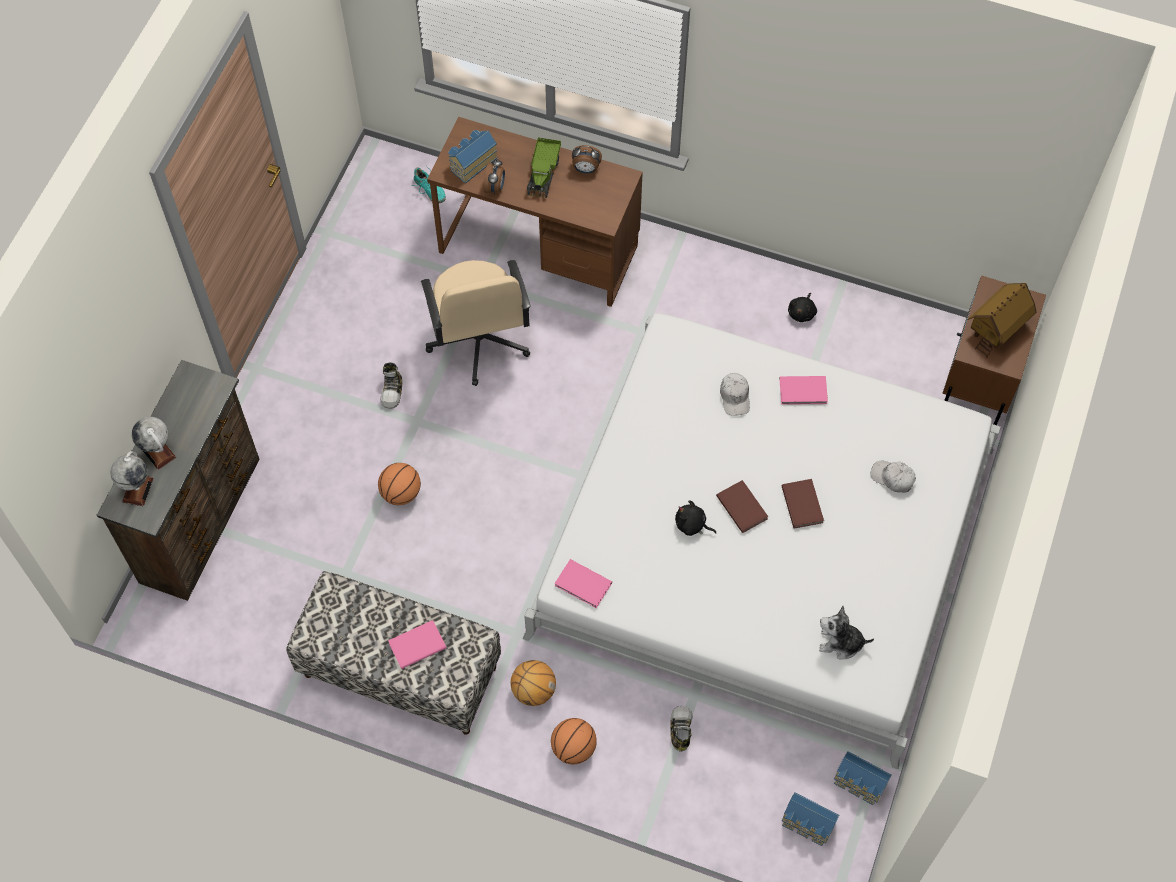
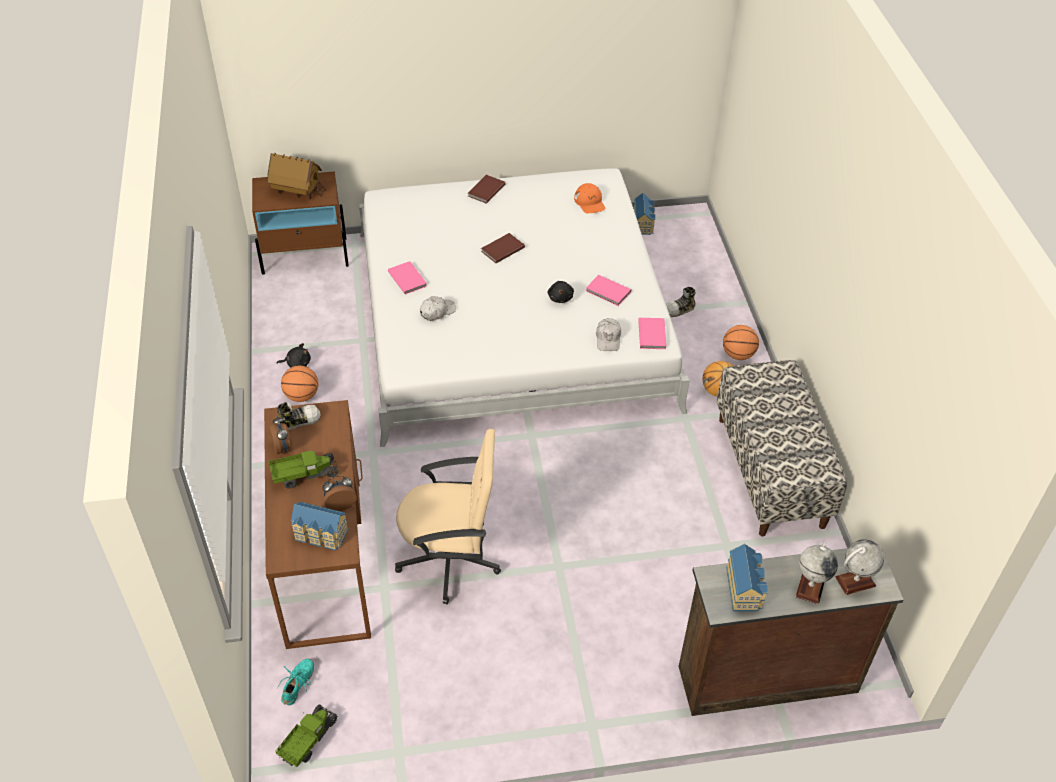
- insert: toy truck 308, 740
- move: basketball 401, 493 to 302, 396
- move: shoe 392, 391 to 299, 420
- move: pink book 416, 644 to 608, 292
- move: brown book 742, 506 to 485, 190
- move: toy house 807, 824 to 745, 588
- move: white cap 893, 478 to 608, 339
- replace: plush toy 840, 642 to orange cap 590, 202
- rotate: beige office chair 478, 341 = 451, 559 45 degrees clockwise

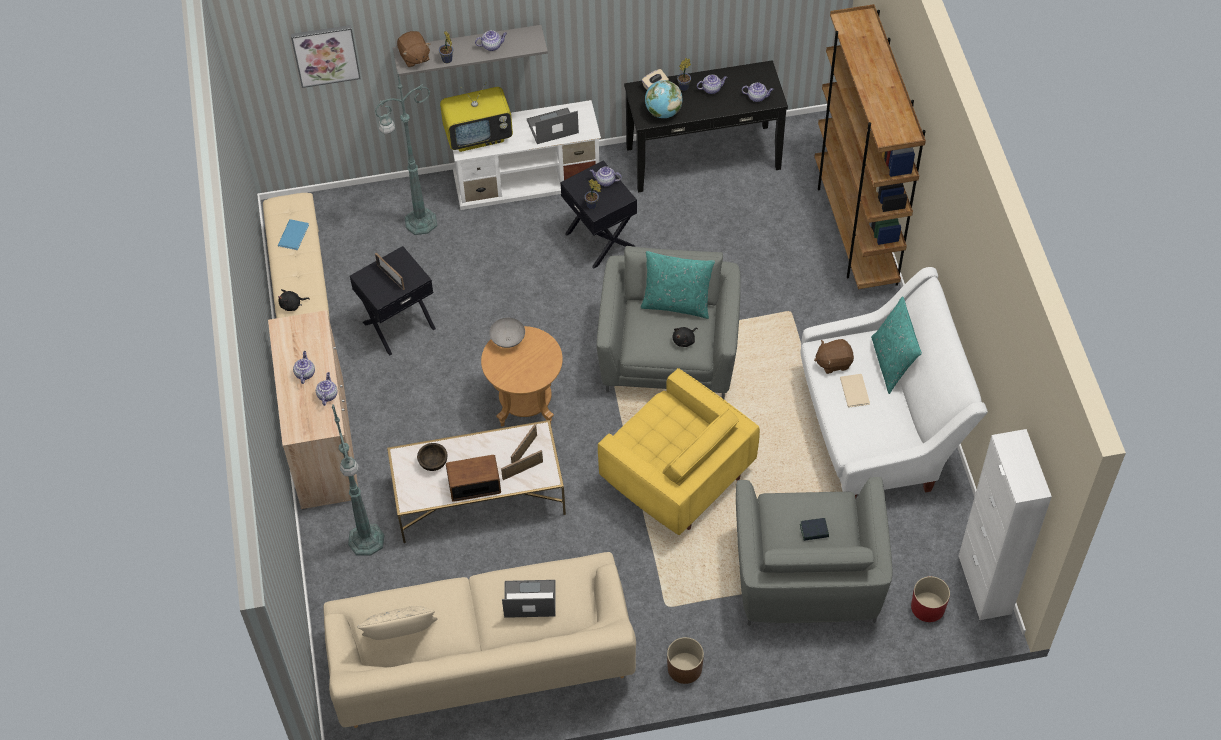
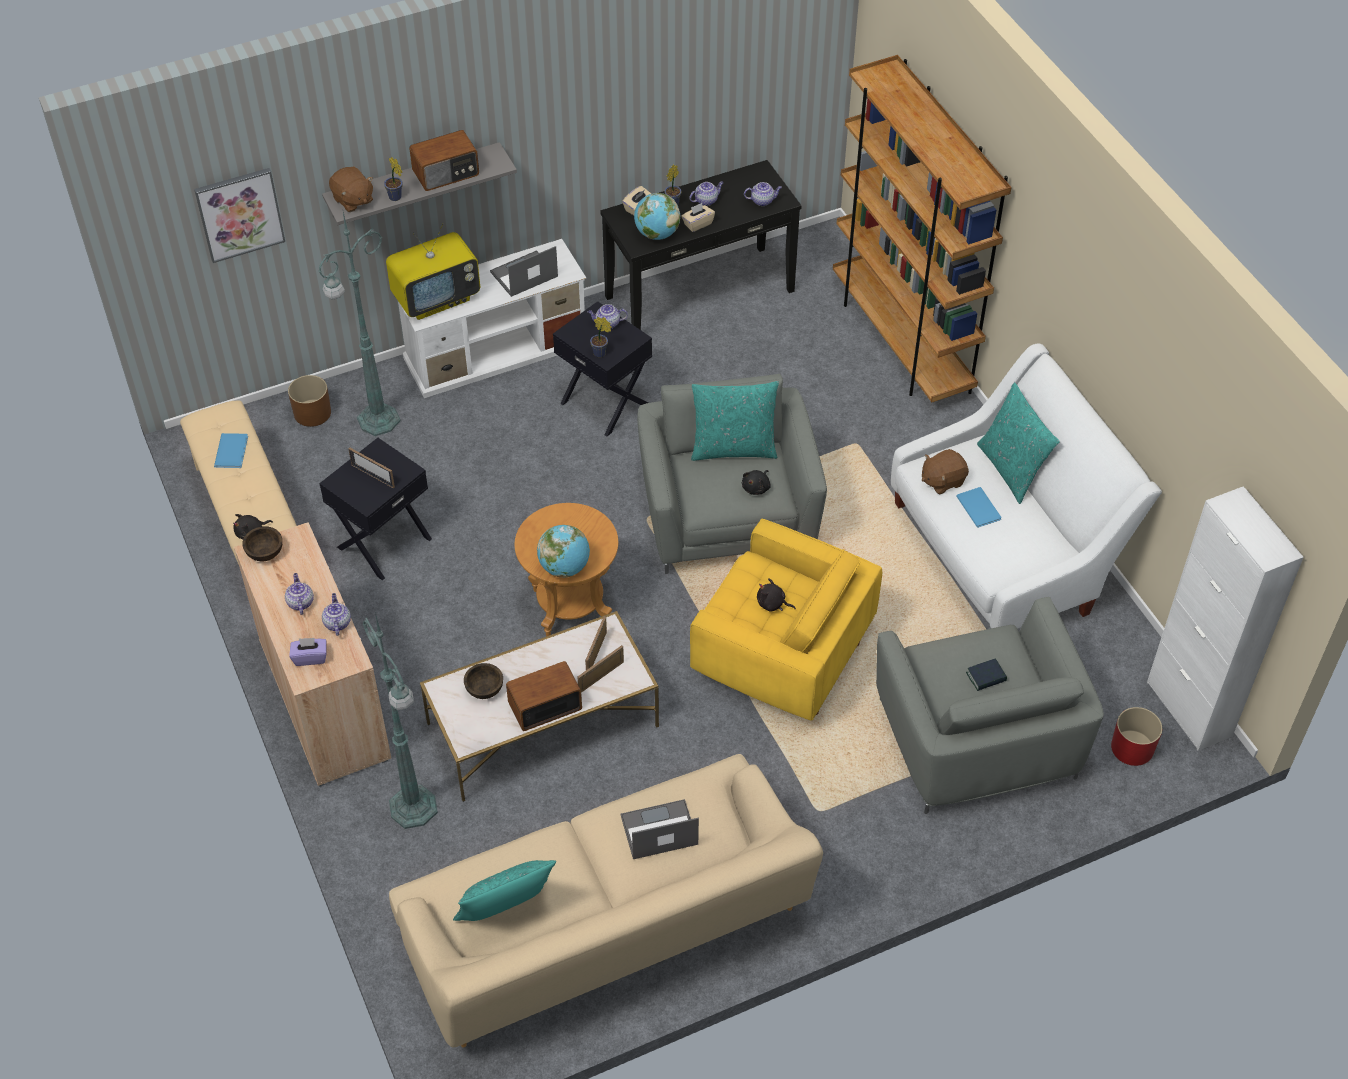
- delete: grey bowl 508, 340
- insert: brown bowl 265, 552
- insert: purple tissue box 310, 657
- insert: globe 564, 567
- insert: beige tissue box 697, 224
- insert: black plush toy 772, 604
- move: brown planter 684, 667 to 312, 413
- replace: teapot 492, 46 to radio 446, 173
- recolor: beige pillow 401, 639 to turquoise pillow 507, 914
- recolor: beige book 855, 390 to blue book 979, 507

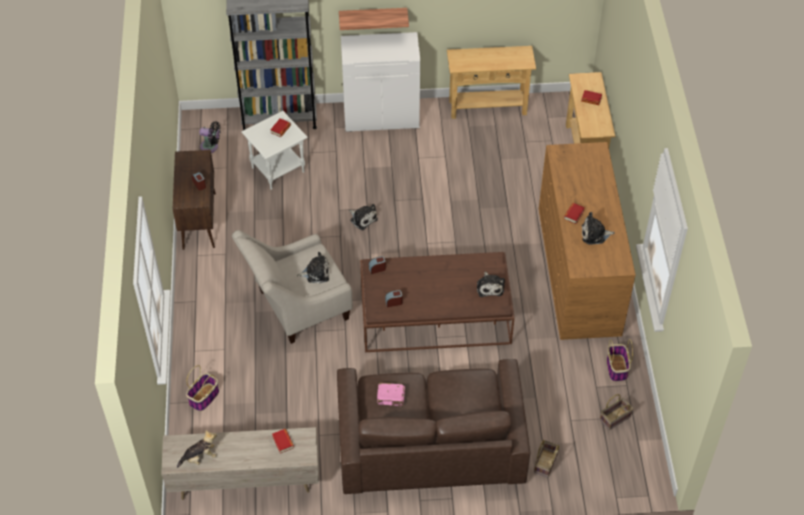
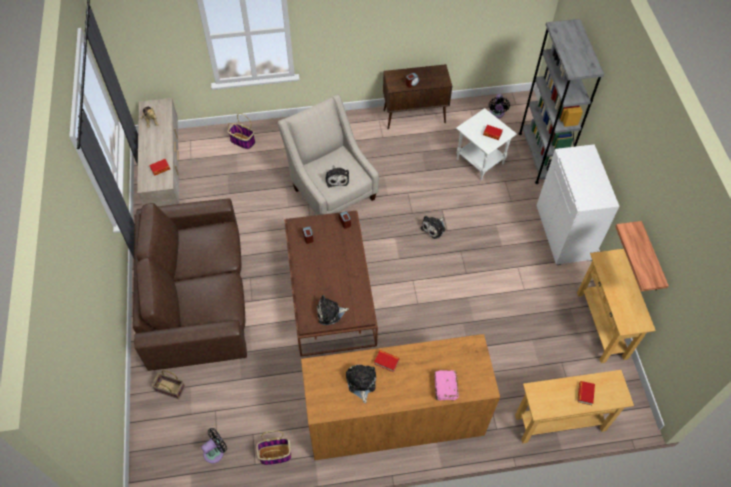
- move: shelf 373, 17 to 650, 259
- move: pink book 391, 397 to 445, 388
- replace: basket 614, 419 to black fan 215, 451

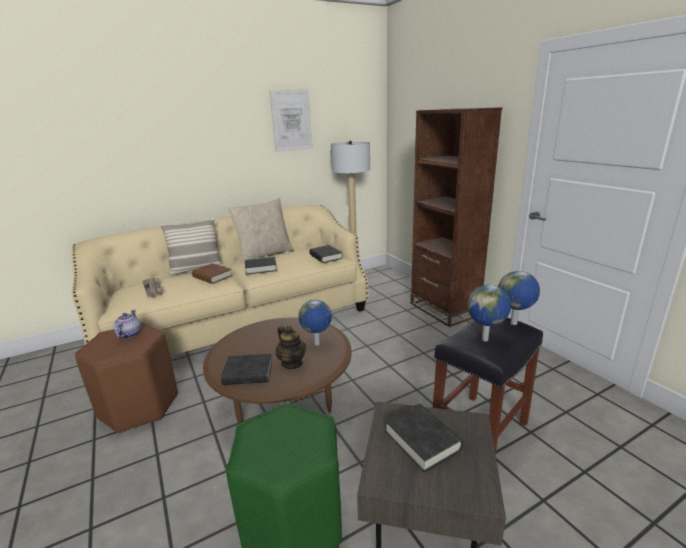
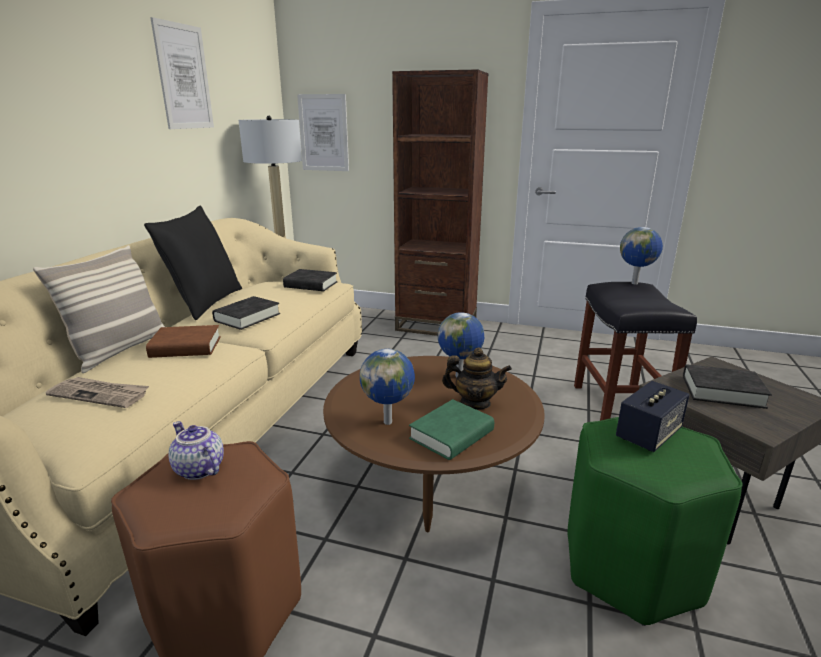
- insert: picture 323, 133
- insert: speaker 648, 434
- move: globe 485, 339 to 389, 422
- recolor: black book 248, 373 to green book 451, 435
- recolor: beige pillow 265, 254 to black pillow 205, 303

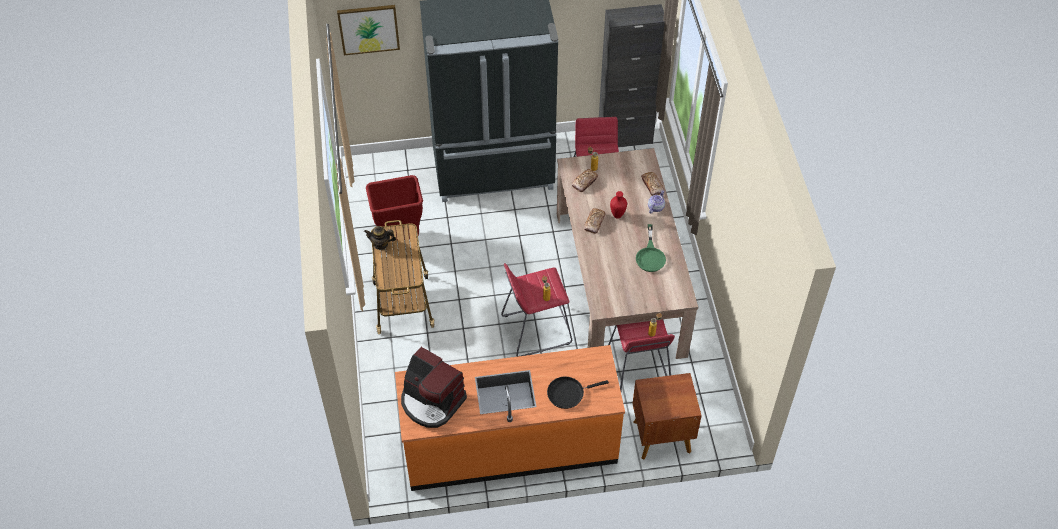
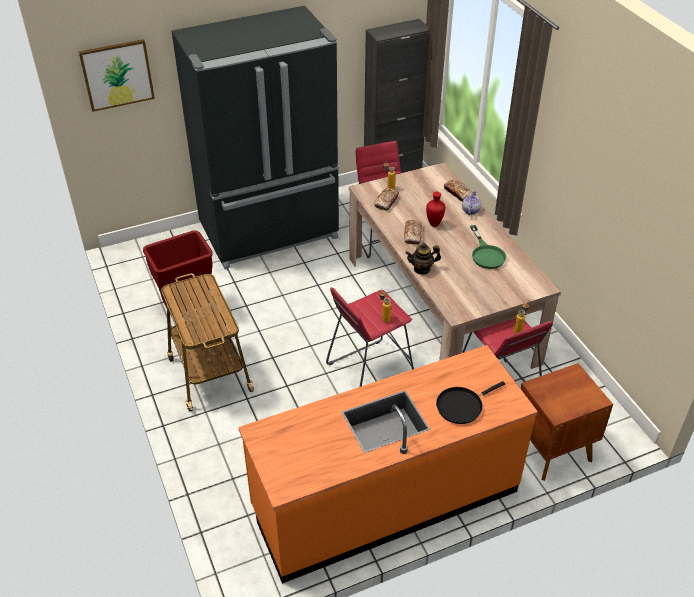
- delete: coffee machine 432, 401
- move: teapot 381, 244 to 422, 269

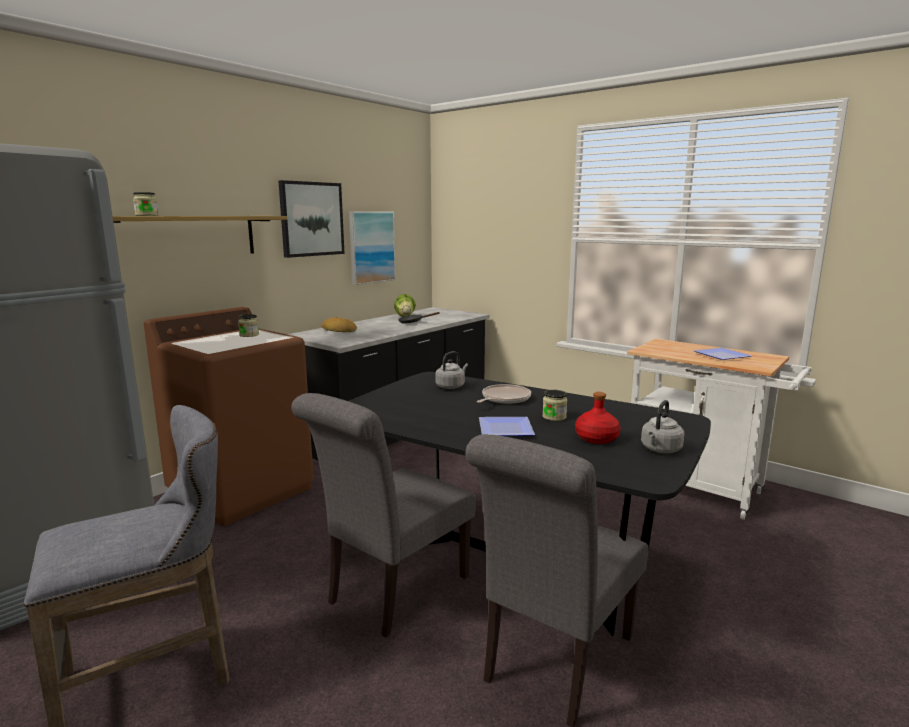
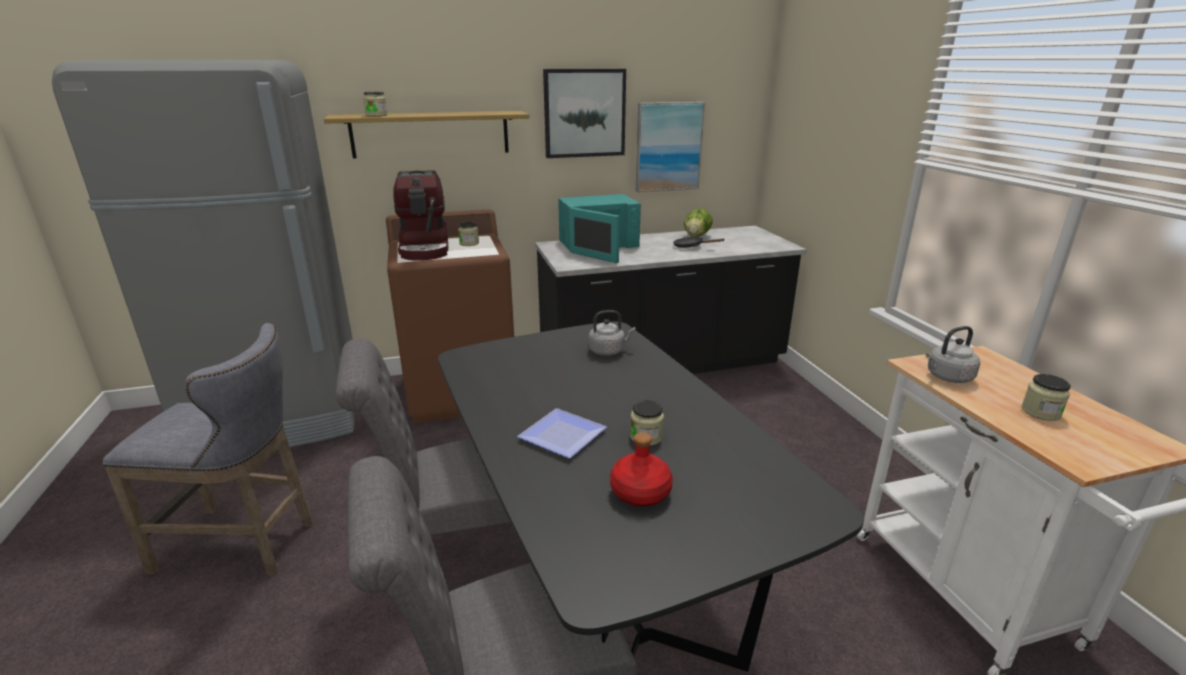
- delete: frying pan 504, 399
- insert: coffee machine 425, 248
- move: grey kettle 660, 450 to 947, 377
- replace: bread 340, 330 to turquoise microwave 597, 245
- replace: plate 719, 356 to jar 1040, 412

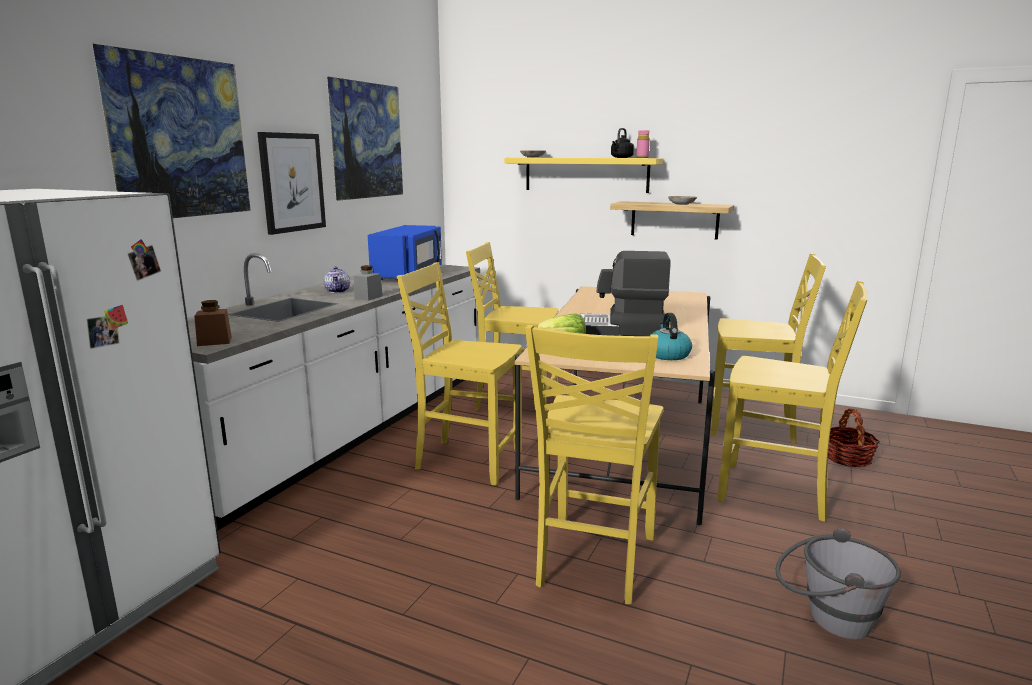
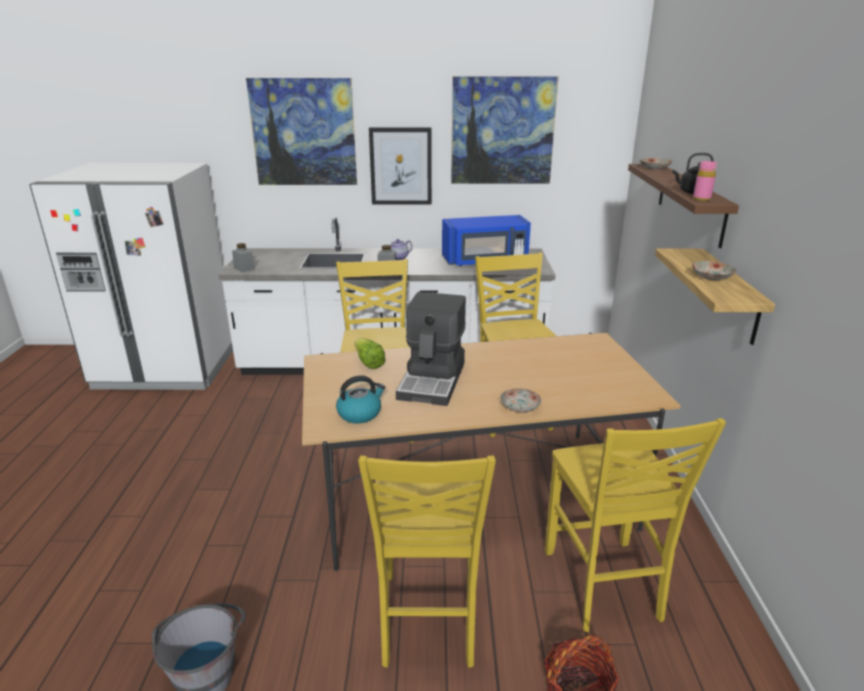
- delete: yellow chair 593, 561
- insert: plate 520, 407
- recolor: brown jar 214, 341 to grey jar 244, 268
- recolor: yellow shelf 586, 174 to brown shelf 690, 202
- rotate: coffee machine 622, 330 = 433, 380 150 degrees counterclockwise

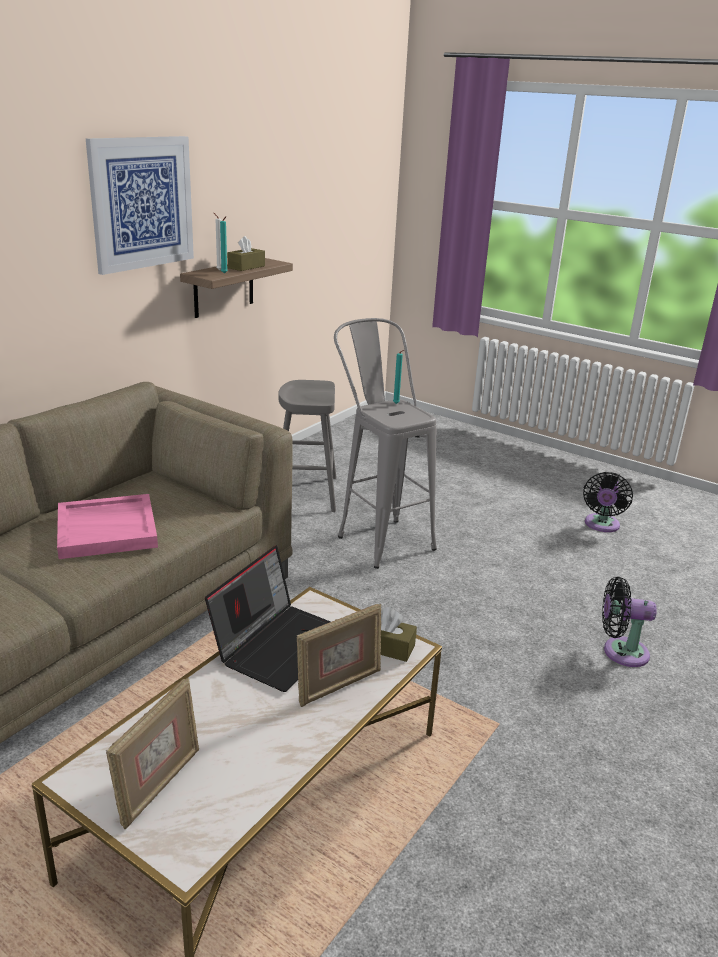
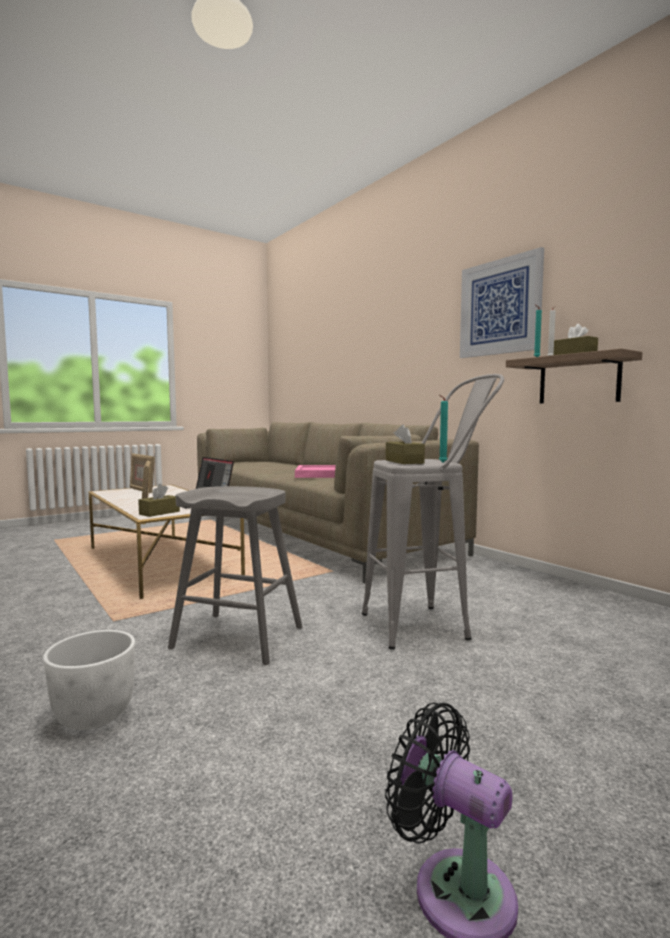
- insert: brown tissue box 404, 461
- move: grey stool 304, 493 to 237, 637
- replace: black fan 620, 651 to white planter 93, 716

